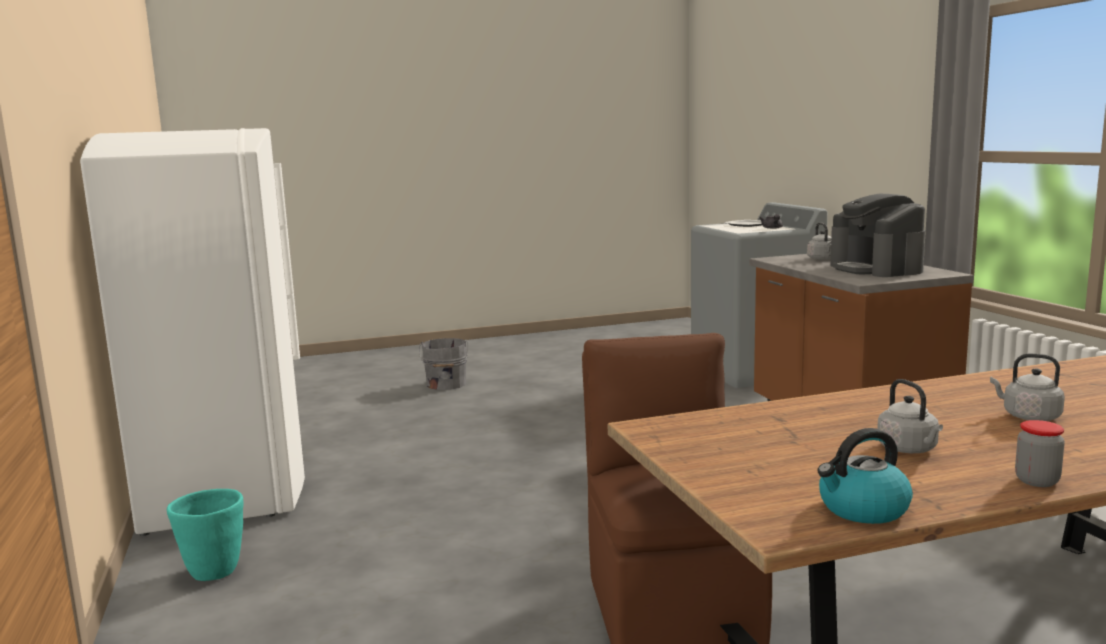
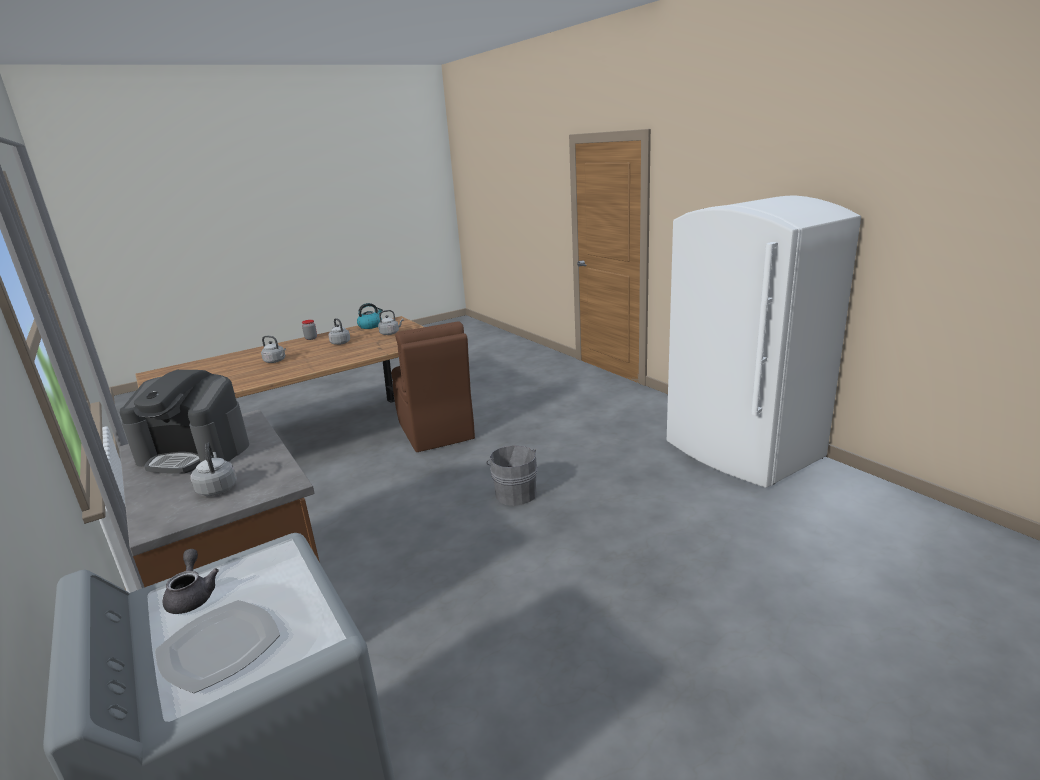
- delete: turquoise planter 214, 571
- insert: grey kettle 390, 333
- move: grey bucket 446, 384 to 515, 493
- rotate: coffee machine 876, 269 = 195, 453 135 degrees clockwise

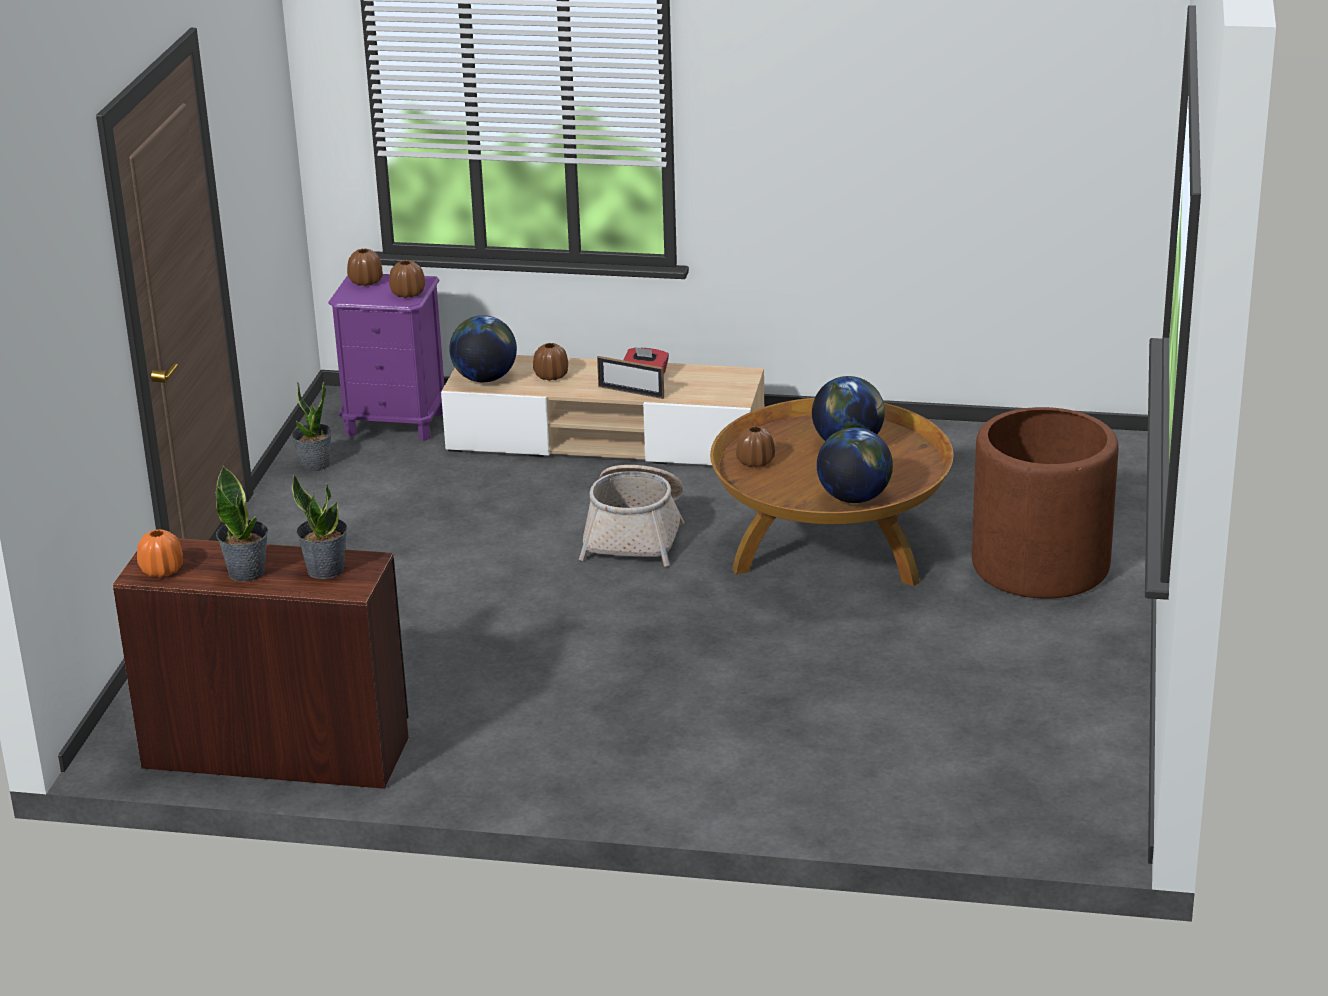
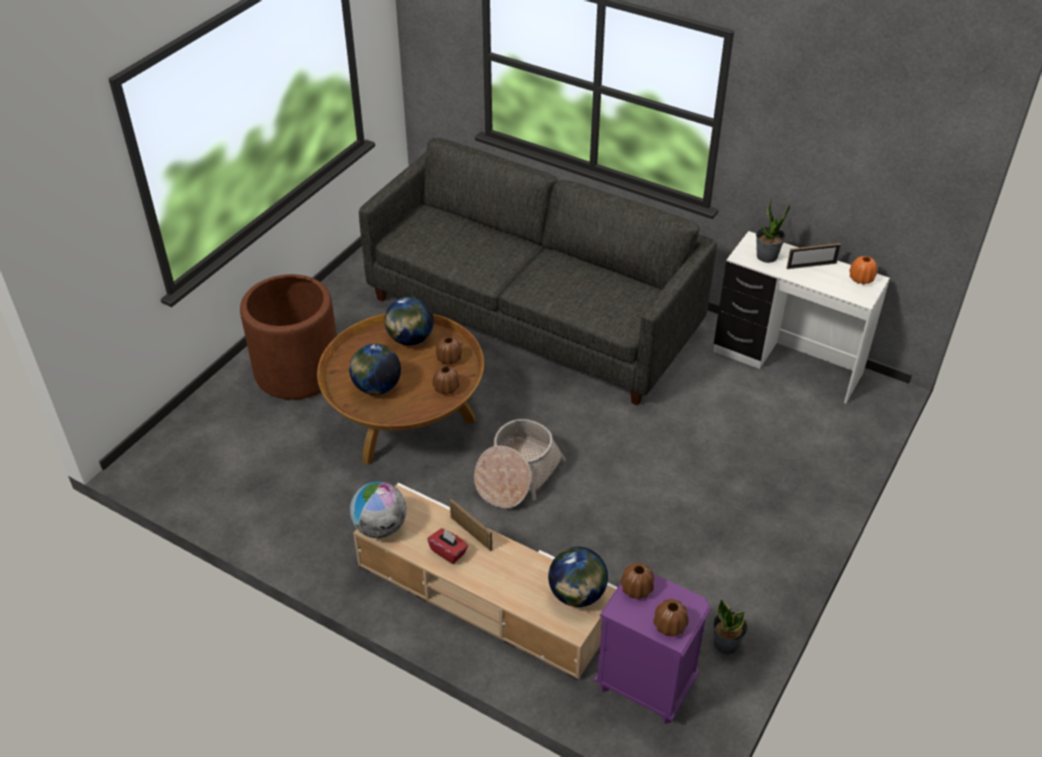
- insert: globe 380, 527
- insert: grey sofa 534, 314
- move: brown vase 551, 376 to 449, 359
- replace: potted plant 247, 572 to picture frame 811, 265
- recolor: brown desk 276, 750 to white desk 787, 363

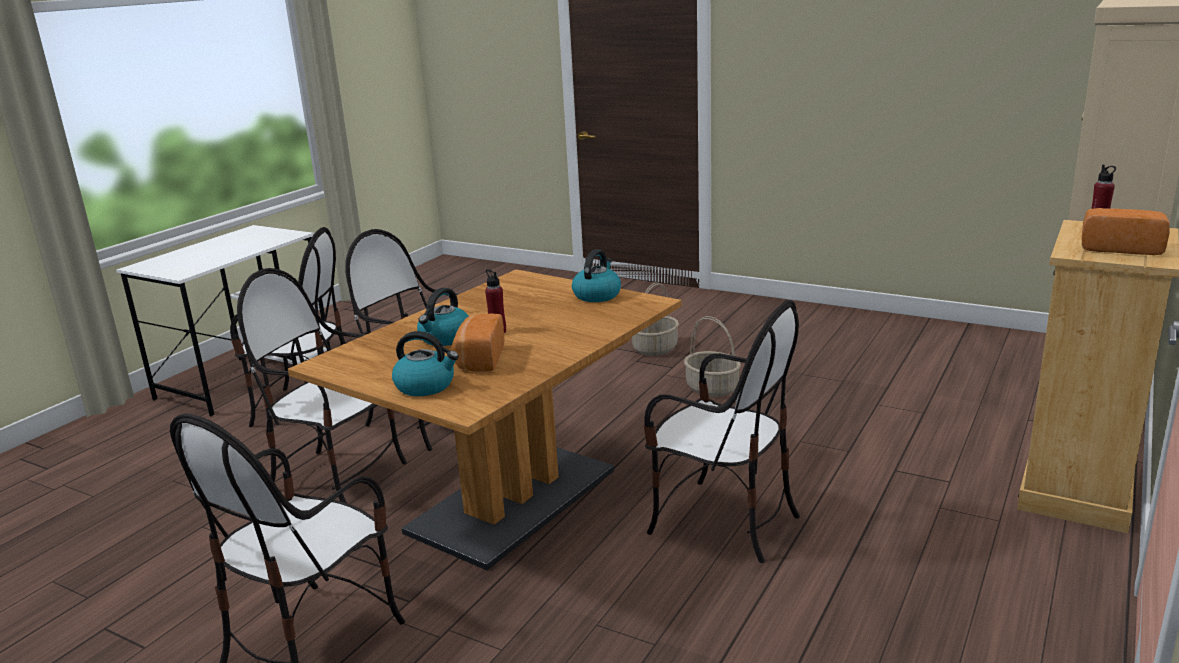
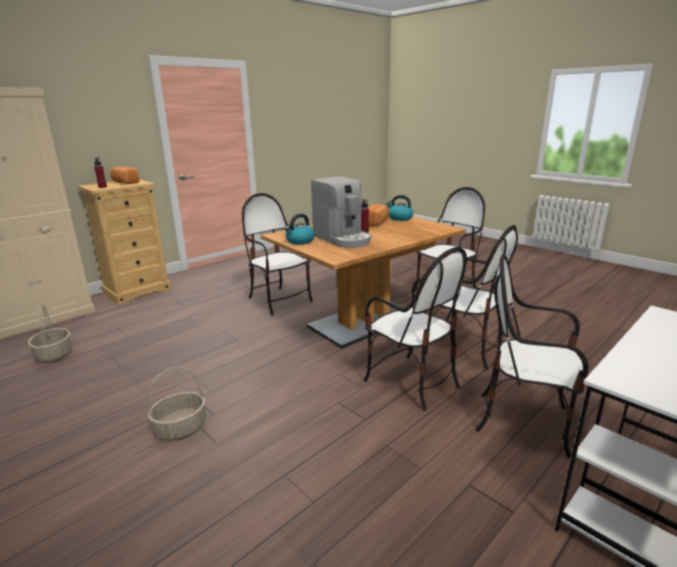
- delete: kettle 445, 338
- insert: coffee machine 343, 239
- move: basket 713, 388 to 54, 355

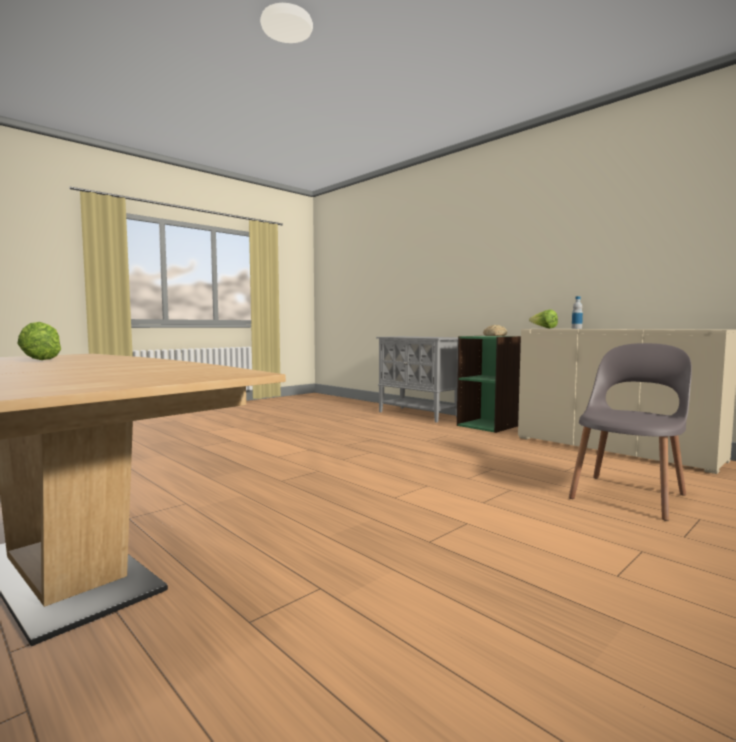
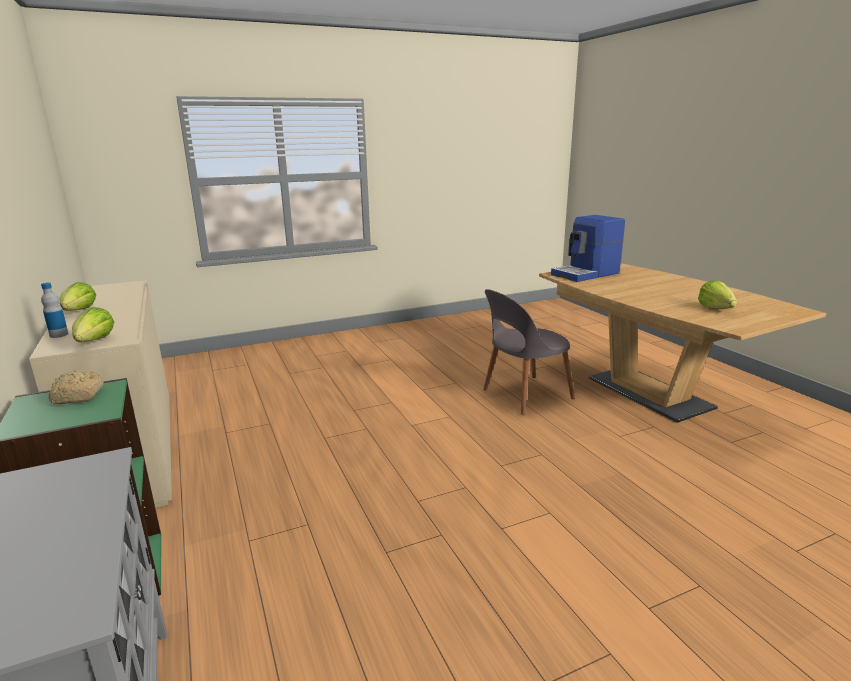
- insert: lettuce 79, 311
- insert: coffee machine 586, 274
- move: grey chair 629, 495 to 524, 395

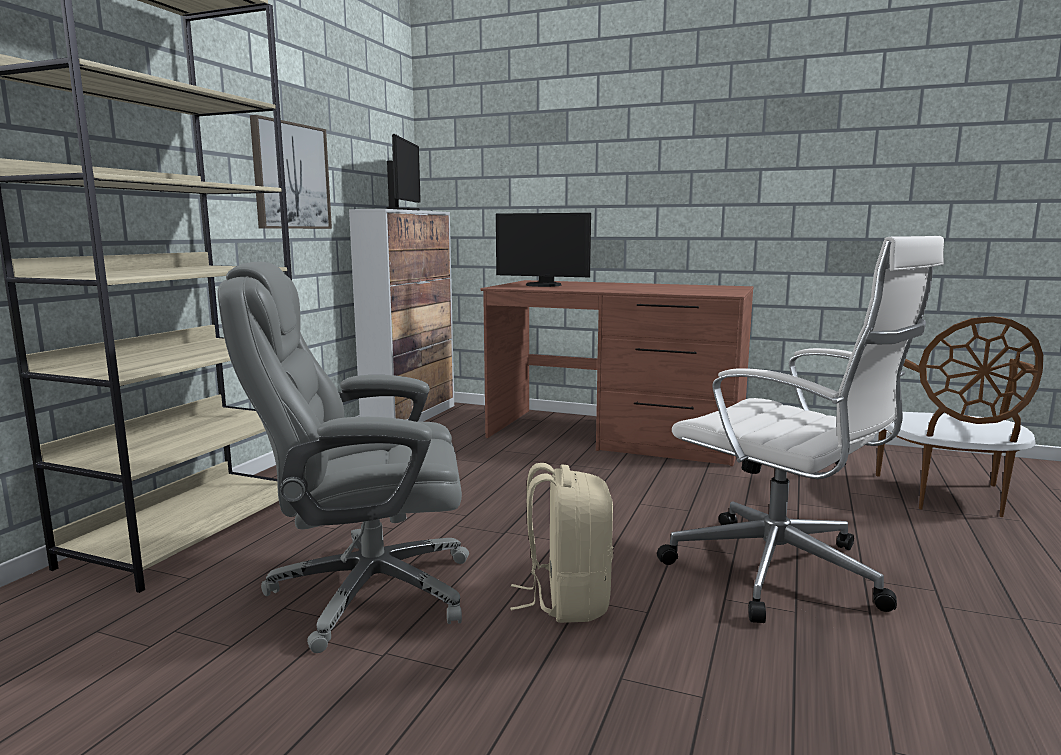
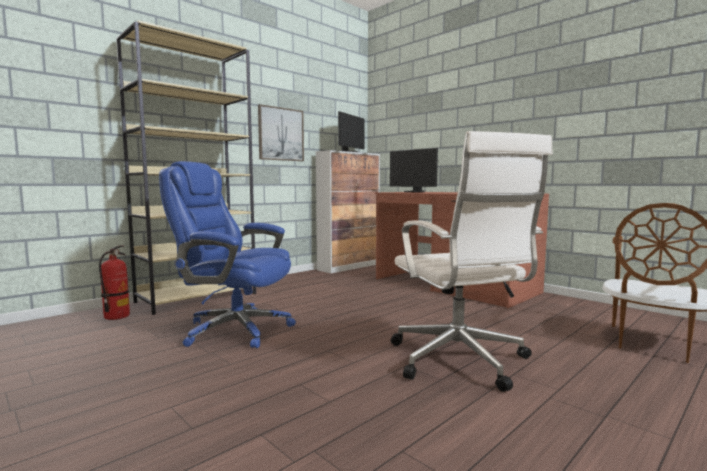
- delete: beige backpack 566, 600
- insert: fire extinguisher 116, 316
- recolor: grey office chair 367, 591 to blue office chair 234, 329

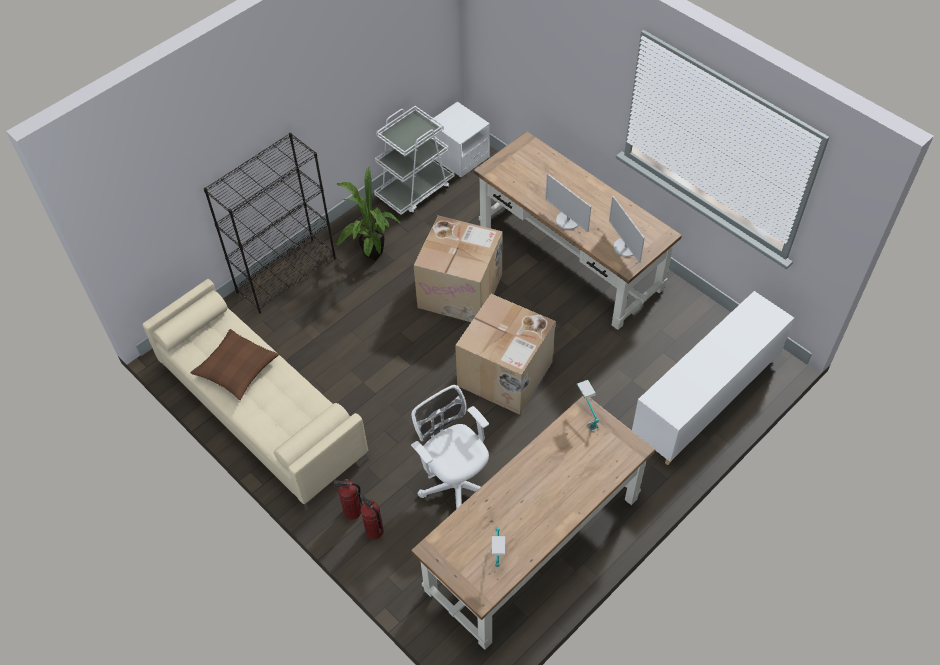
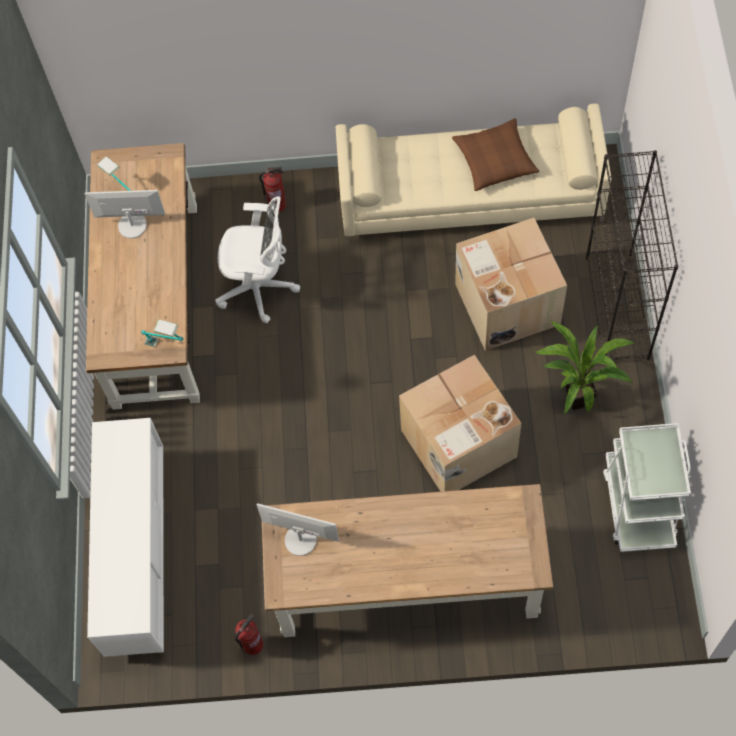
- delete: white nightstand 459, 156
- move: fire extinguisher 352, 512 to 252, 644
- move: cardboard box 505, 375 to 505, 303
- move: monitor 568, 221 to 132, 225

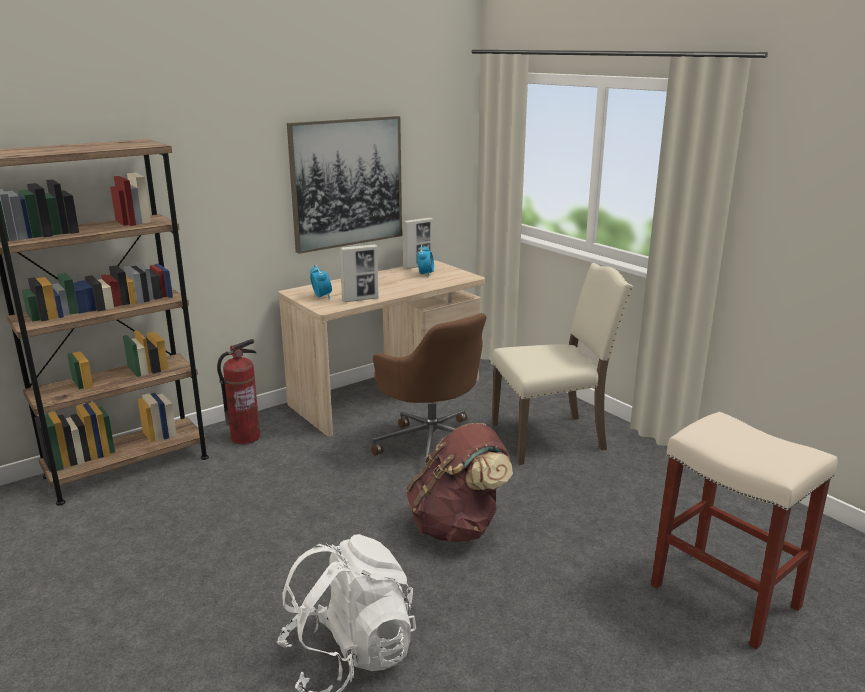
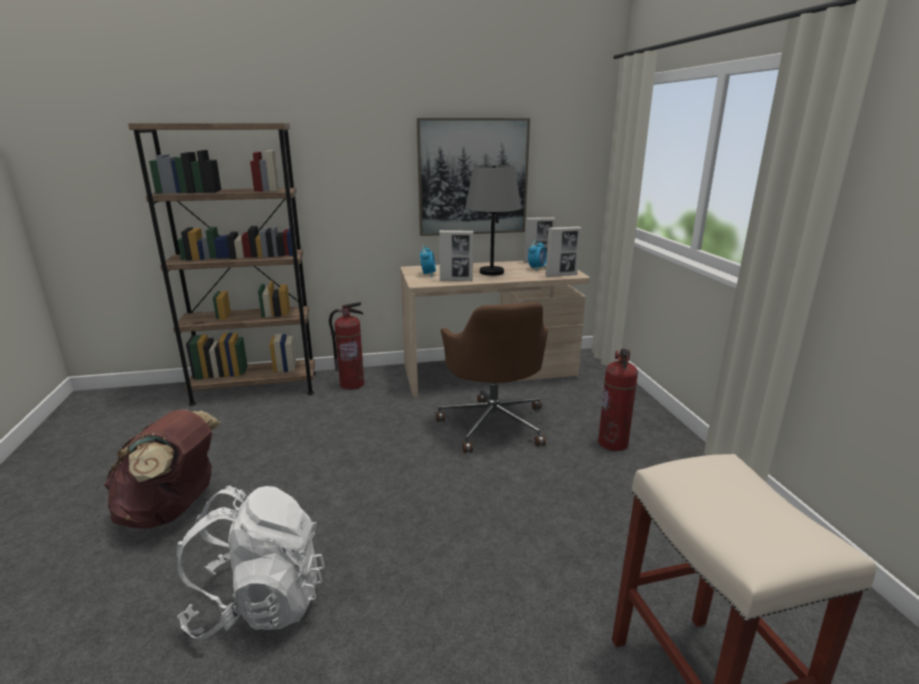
- insert: grey table lamp 491, 272
- insert: picture frame 561, 275
- move: brown backpack 458, 526 to 173, 510
- replace: beige chair 551, 437 to fire extinguisher 613, 443

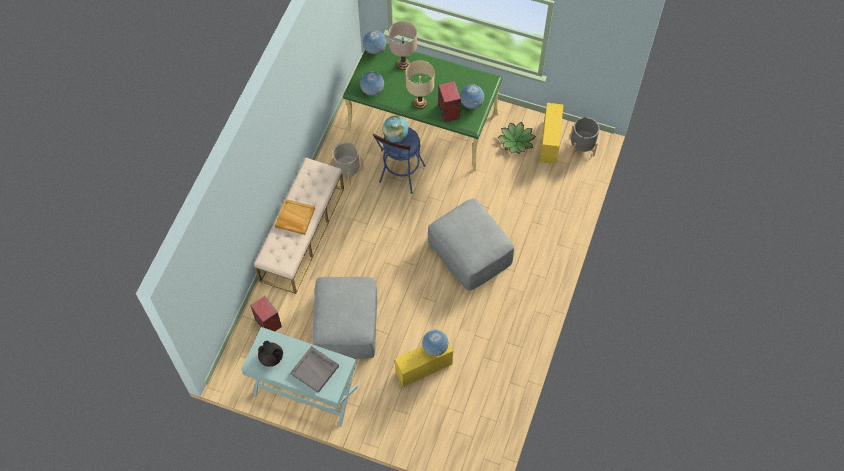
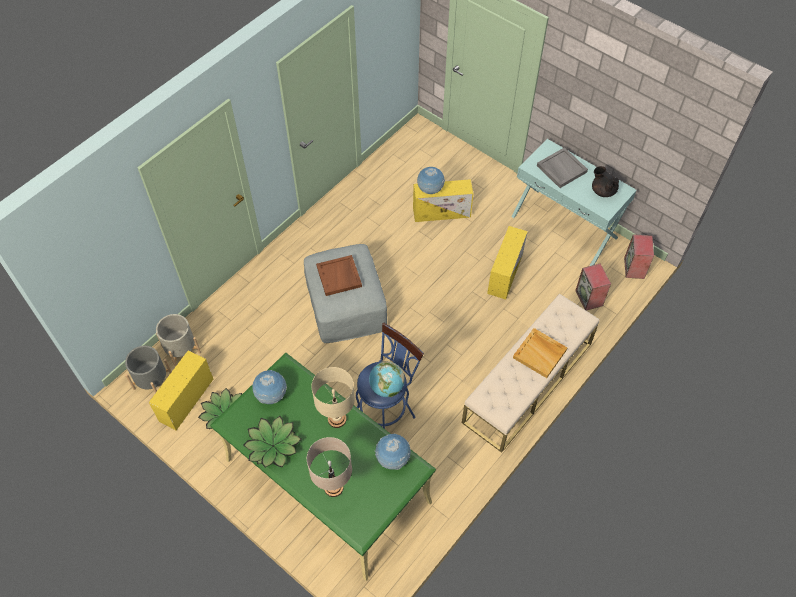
- delete: globe 375, 50
- insert: potted plant 273, 445
- insert: brown tray 339, 276
- move: grey planter 347, 171 to 181, 350
- move: speaker 448, 111 to 634, 268
- replace: grey ottoman 346, 324 to yellow storage box 505, 272

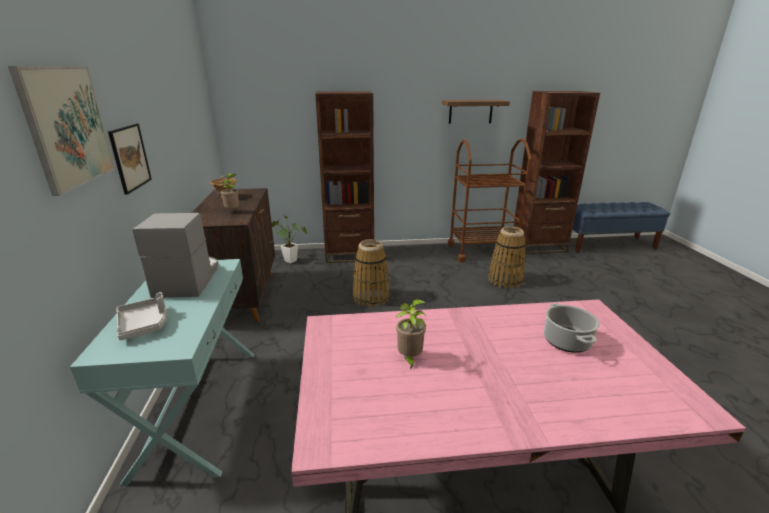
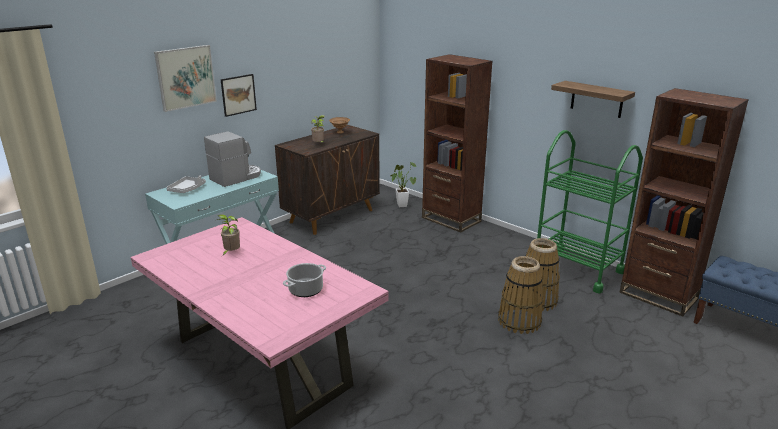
- move: basket 371, 297 to 519, 321
- recolor: brown cart 481, 251 to green cart 577, 269

